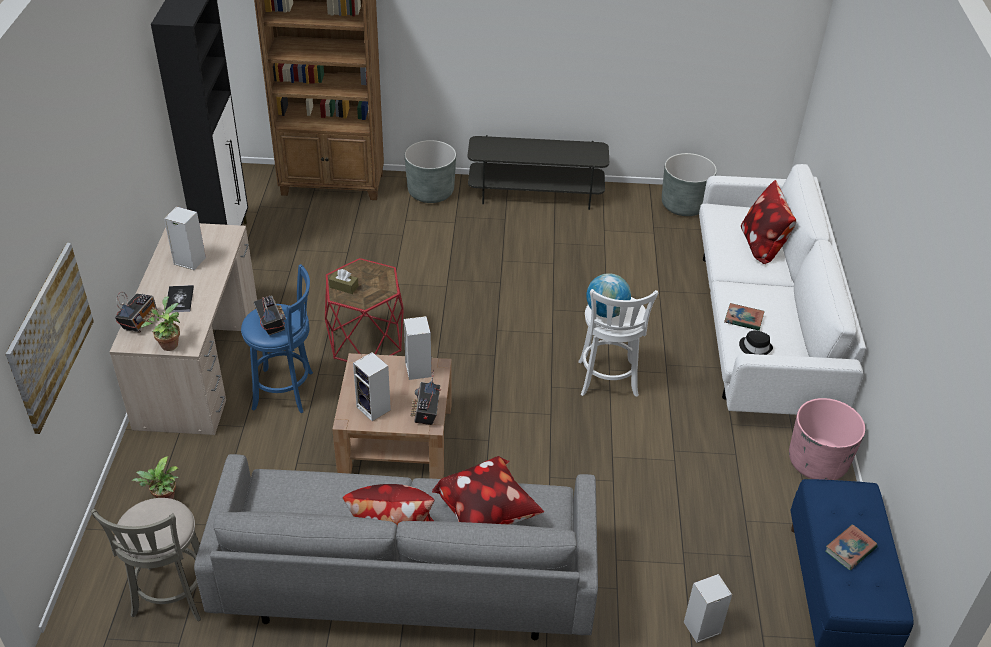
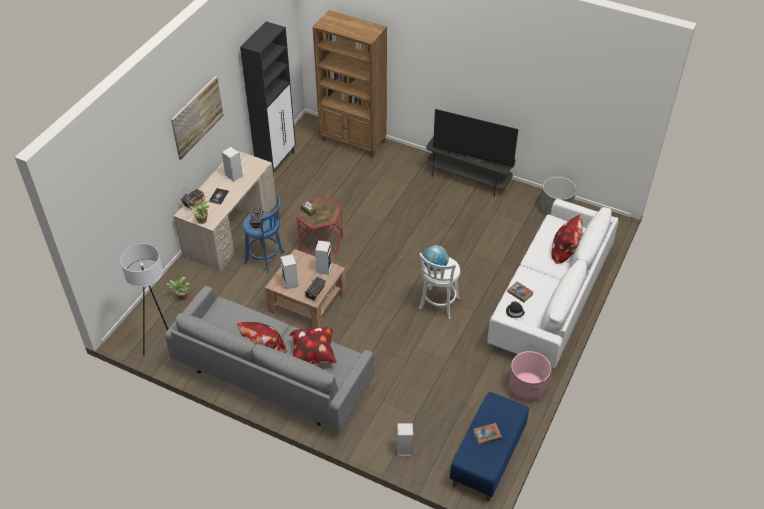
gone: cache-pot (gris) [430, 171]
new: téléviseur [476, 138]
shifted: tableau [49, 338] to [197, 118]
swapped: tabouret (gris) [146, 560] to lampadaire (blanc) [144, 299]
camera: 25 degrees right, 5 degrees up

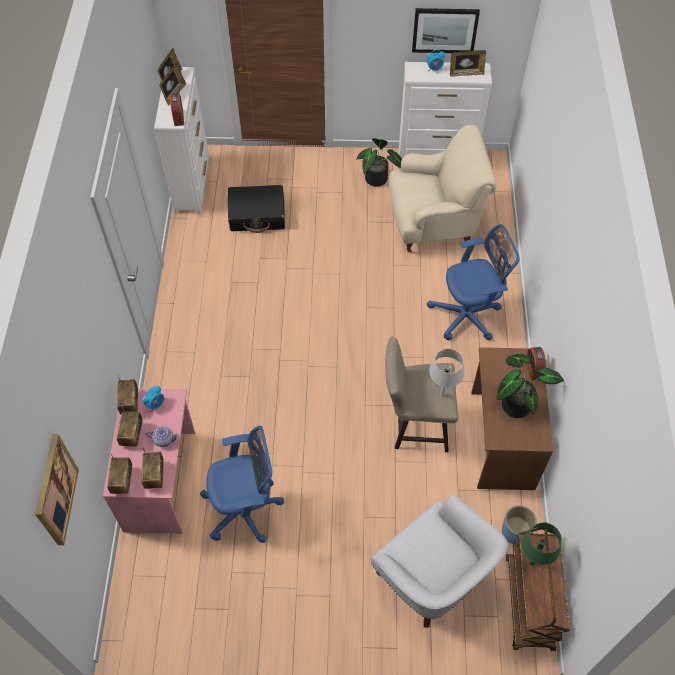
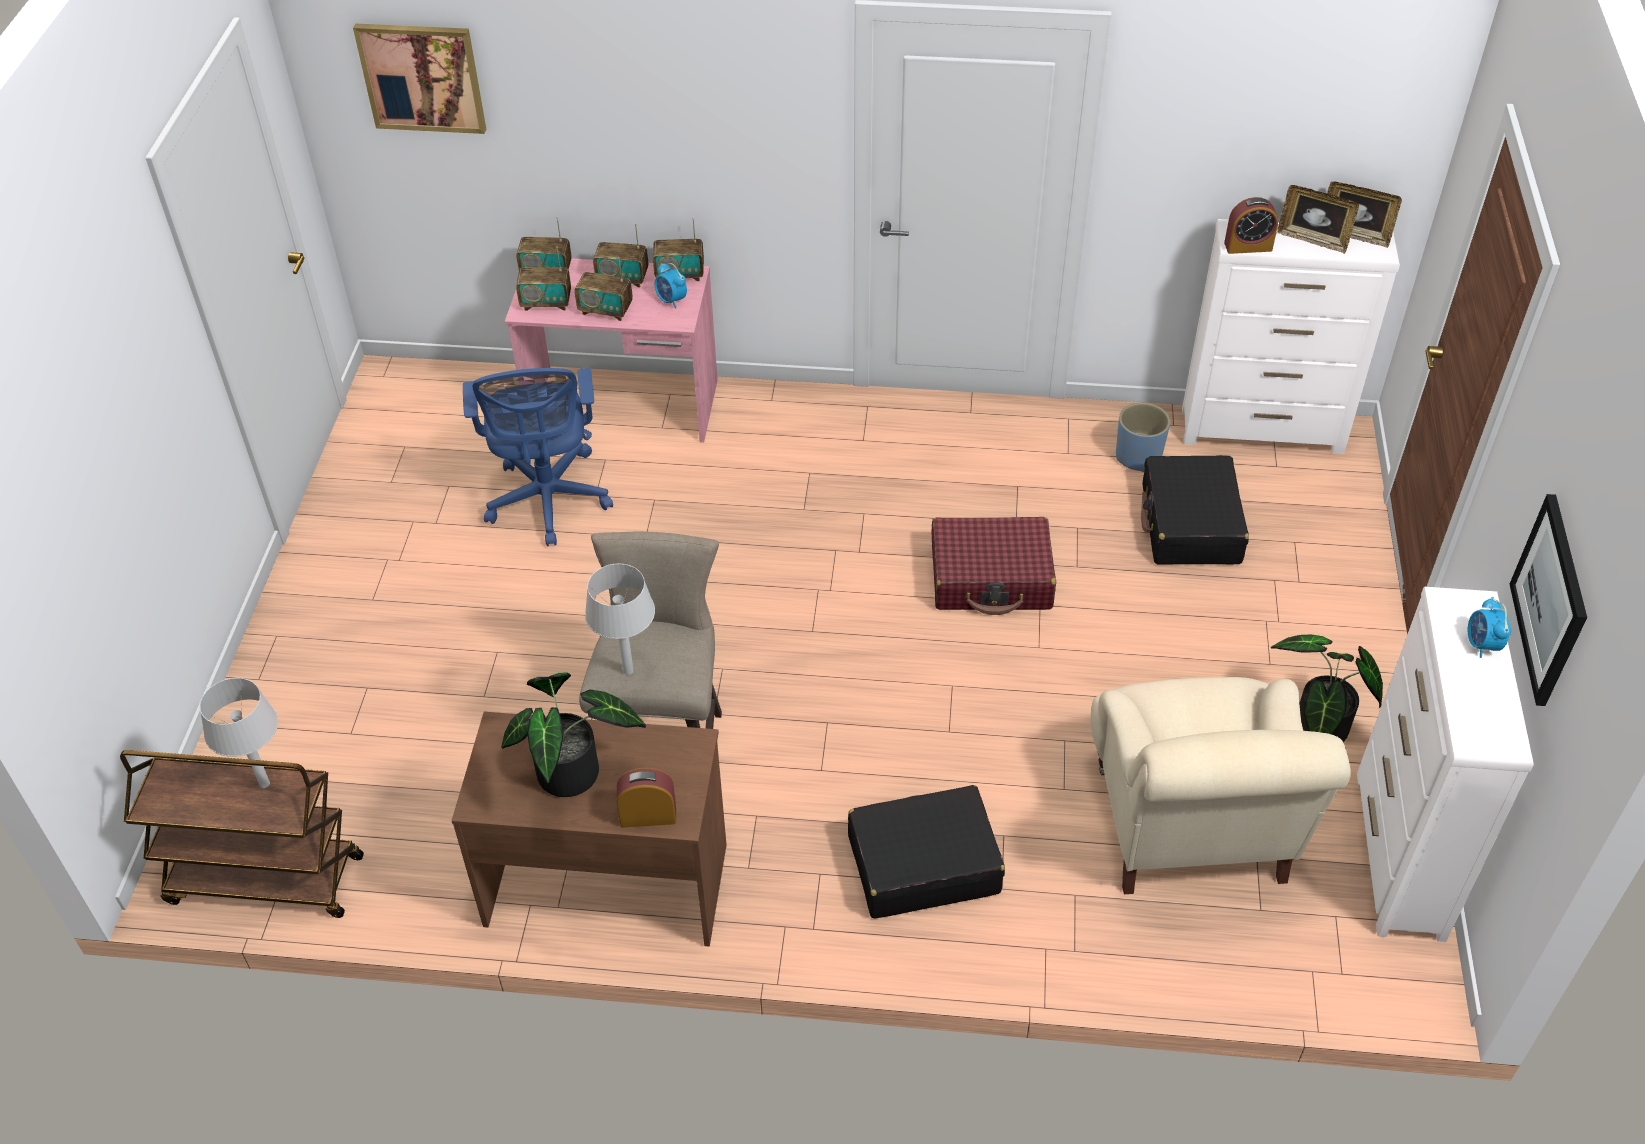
gone: fauteuil (blanc) [439, 560]; cadre photo [468, 63]
new: valise (rouge) [994, 566]
shifted: cache-pot (bleu) [519, 524] to [1143, 437]
swapped: théière [162, 436] to radio [603, 289]; chaise de bureau (bleu) [473, 282] to valise (noir) [926, 852]
repainted: lampe de table (vert) [542, 544] to lampe de table (gris) [239, 733]
camera: 95 degrees right, 10 degrees down

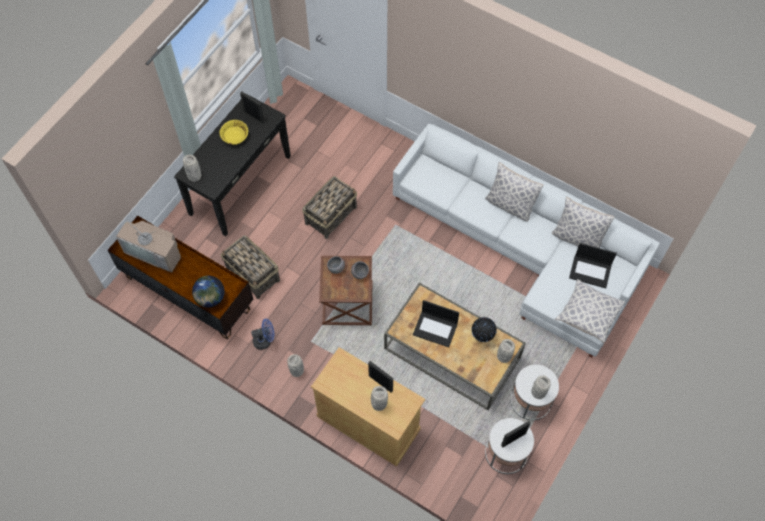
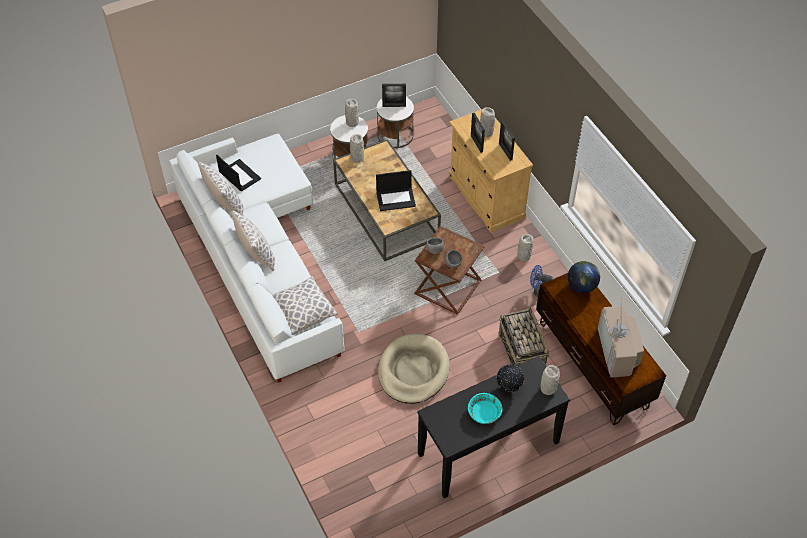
shifted: cadre photo [252, 107] to [507, 141]; globe [484, 329] to [510, 378]; coussin [590, 311] to [305, 305]
swapped: panier [329, 207] to panier pour chien (beige) [414, 369]
repainted: bol (jaune) [233, 132] to bol (turquoise) [485, 408]
rotated: téléviseur [148, 244] = [621, 342] 150 degrees counterclockwise; ordinateur portable [436, 323] = [396, 190] 120 degrees clockwise
camera: 150 degrees left, 10 degrees down

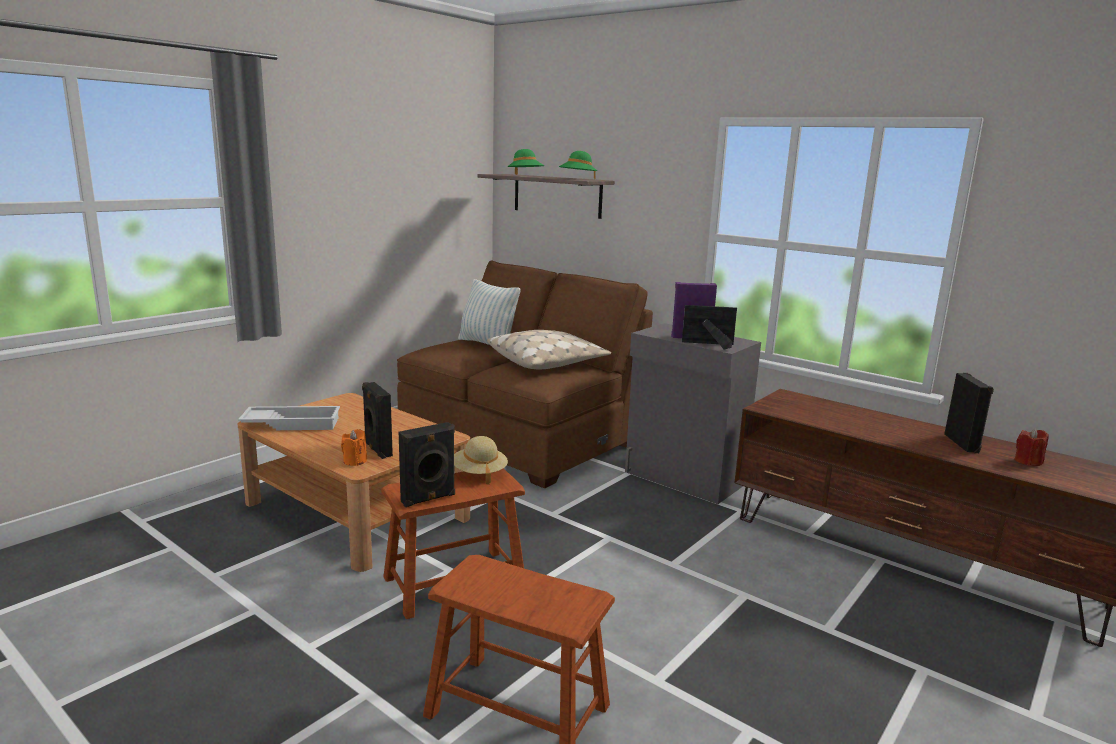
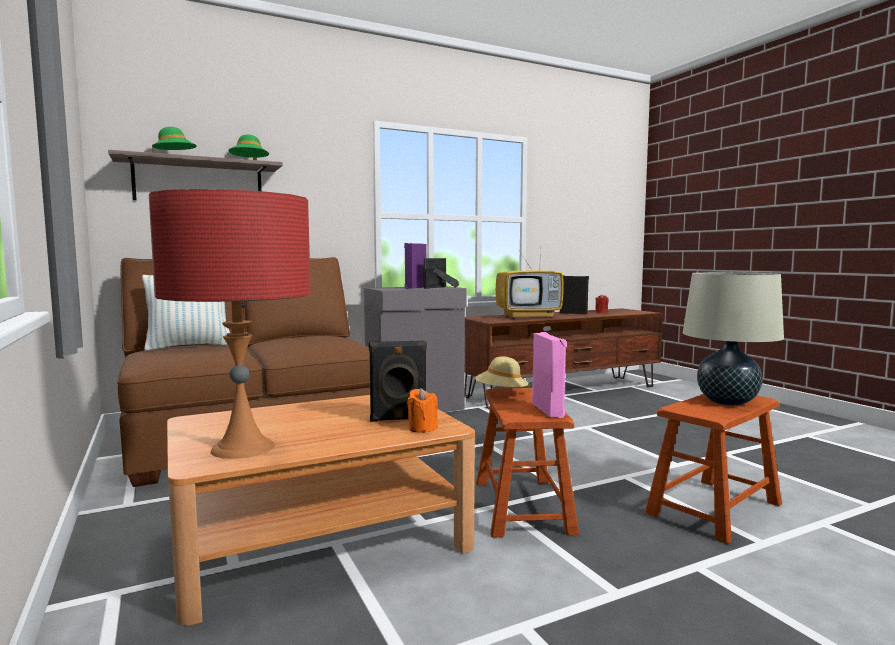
gone: coussin (beige) [549, 350]
new: téléviseur [530, 280]; lampe de table (beige) [733, 339]
swapped: plateau (blanc) [289, 418] to lampe de table (rouge) [230, 324]
repainted: enceinte (noir) [427, 464] to enceinte (rose) [549, 375]
camera: 65 degrees left, 10 degrees down

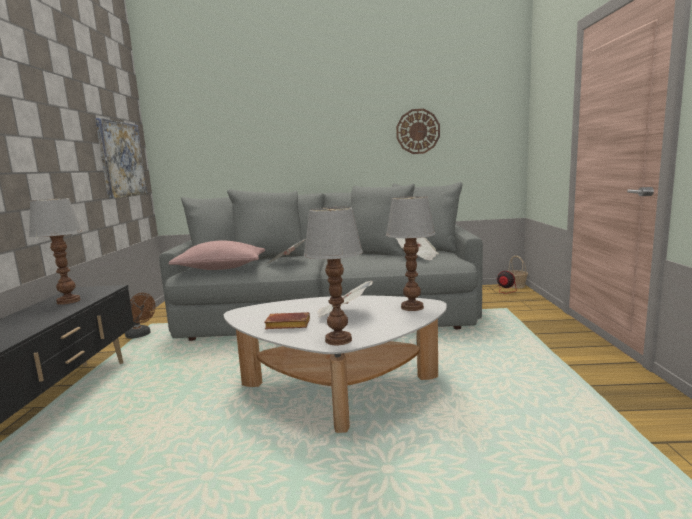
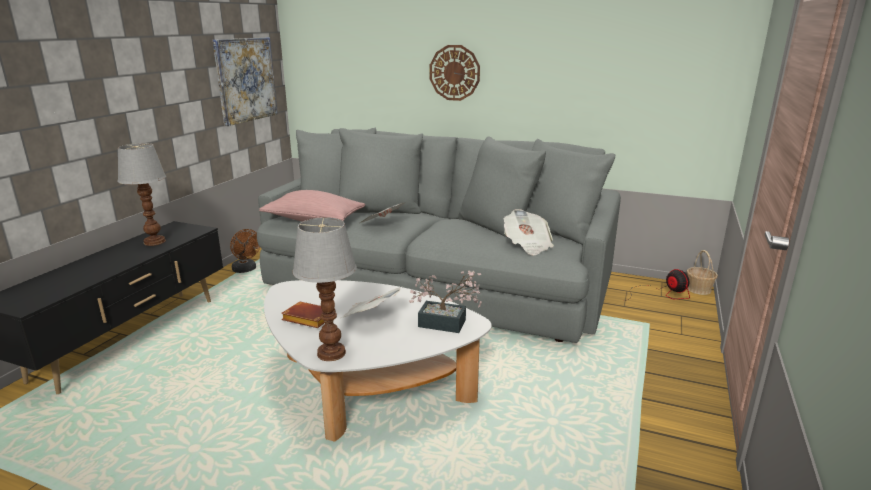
shifted: horloge murale [418, 131] to [455, 73]
swapped: lampe de table [410, 253] to plante en pot [445, 302]
camera: 20 degrees right, 10 degrees up

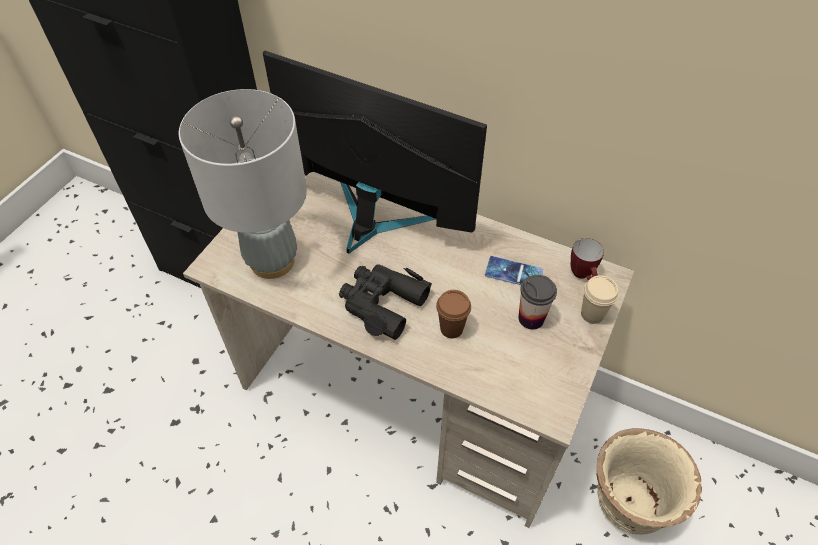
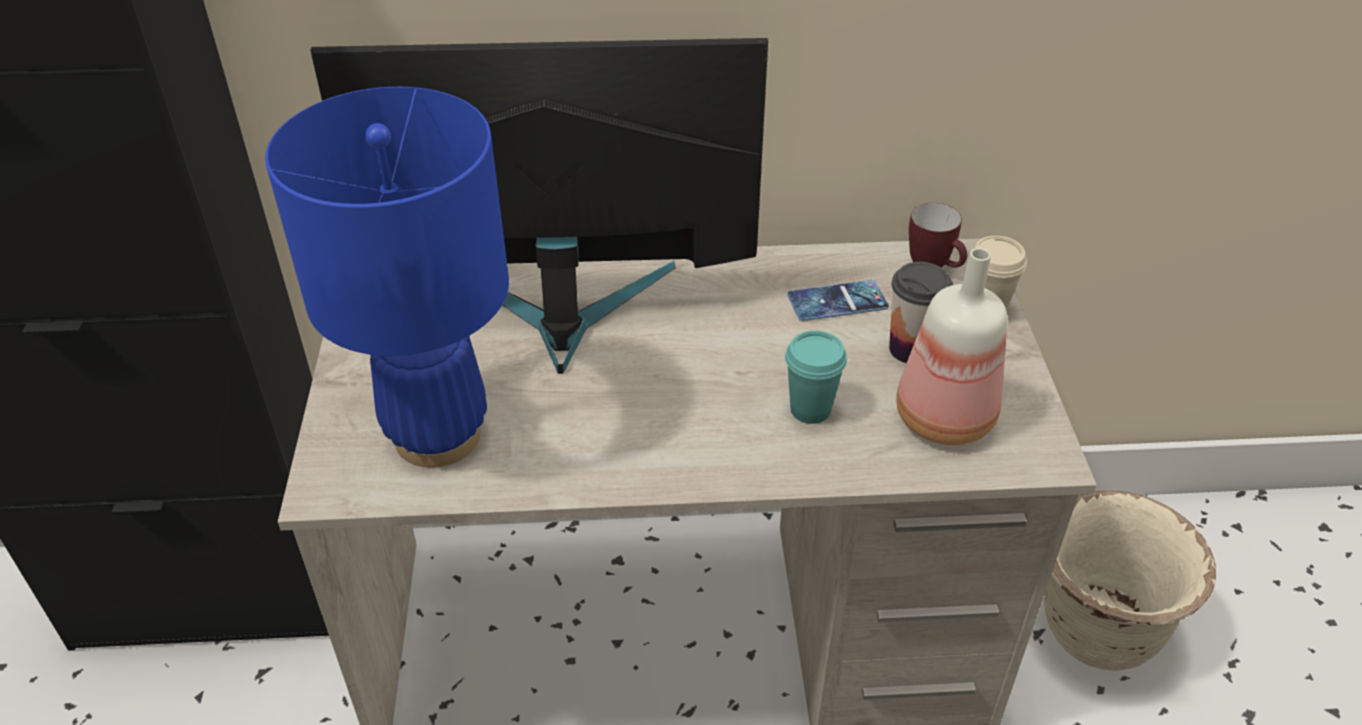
gone: jumelles (noir) [385, 302]
new: bouteille [951, 346]
repainted: lampe de table (gris) [243, 184] to lampe de table (bleu) [387, 277]; tasse (marron) [453, 314] to tasse (turquoise) [816, 377]
camera: 30 degrees left, 10 degrees down

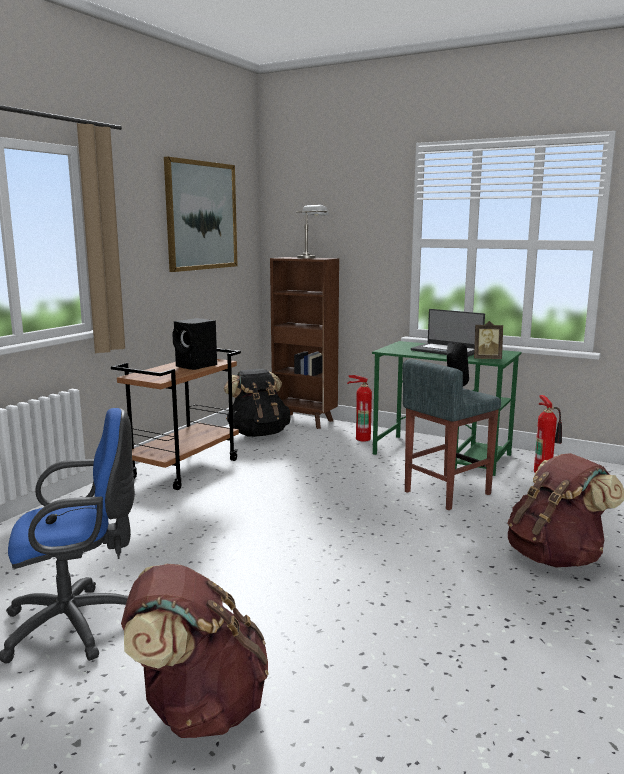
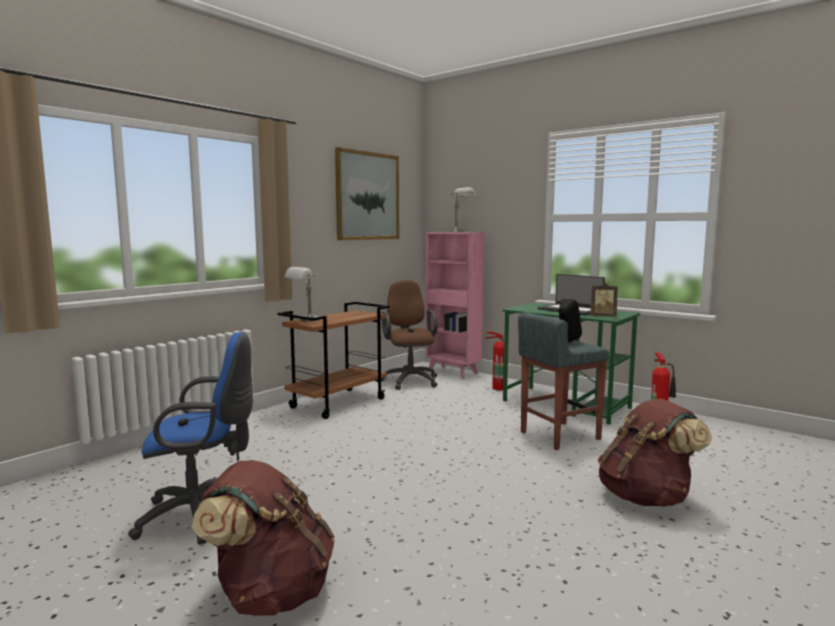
gone: enceinte (noir) [194, 344]
new: lampe de table (gris) [302, 294]
swapped: sac à dos (noir) [257, 403] to chaise de bureau (marron) [409, 335]
repainted: bibliothèque (marron) [304, 343] to bibliothèque (rose) [455, 305]
camera: 10 degrees right, 5 degrees down

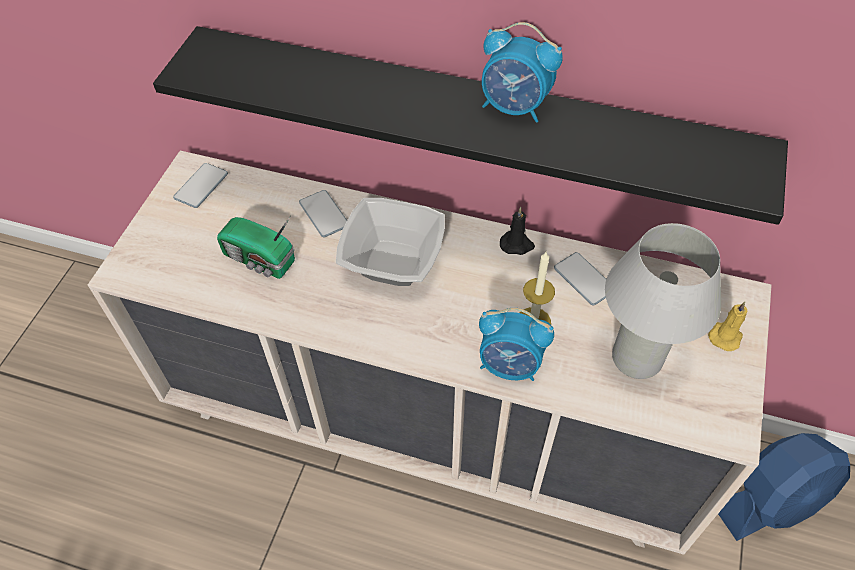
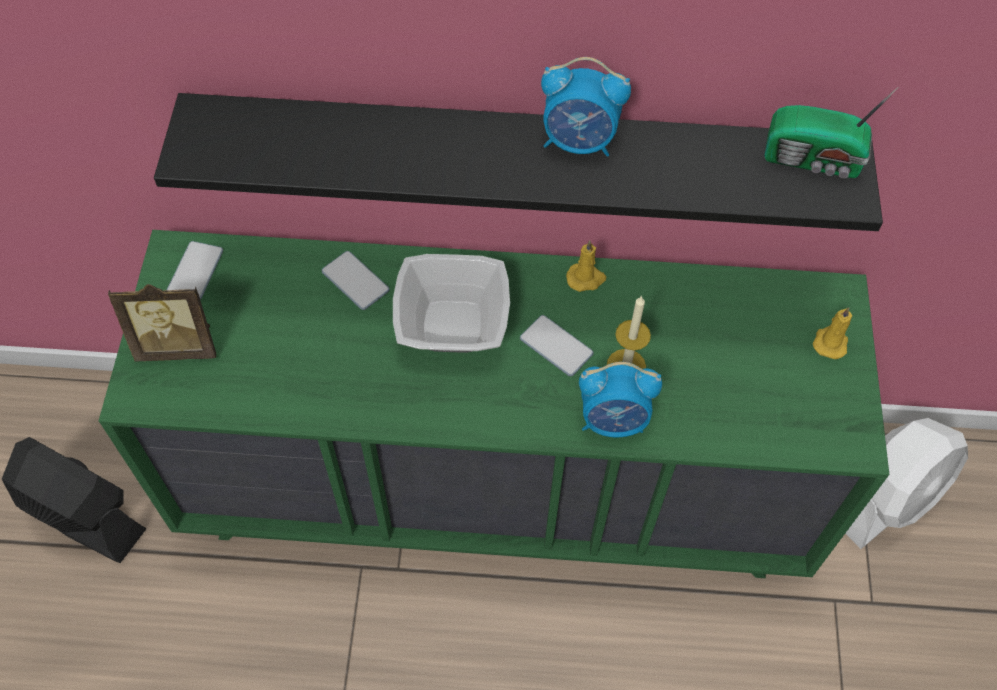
gone: lampe de table (blanc) [663, 301]
new: ventilateur (noir) [74, 500]; cadre photo [162, 322]
shifted: radio [256, 247] to [831, 132]; téléphone [580, 279] to [556, 345]
repainted: commode (beige) [430, 353] to commode (vert) [494, 404]; bougie (noir) [517, 231] to bougie (jaune) [586, 266]; ventilateur (bleu) [784, 487] to ventilateur (blanc) [906, 483]
camera: 15 degrees left, 5 degrees up

